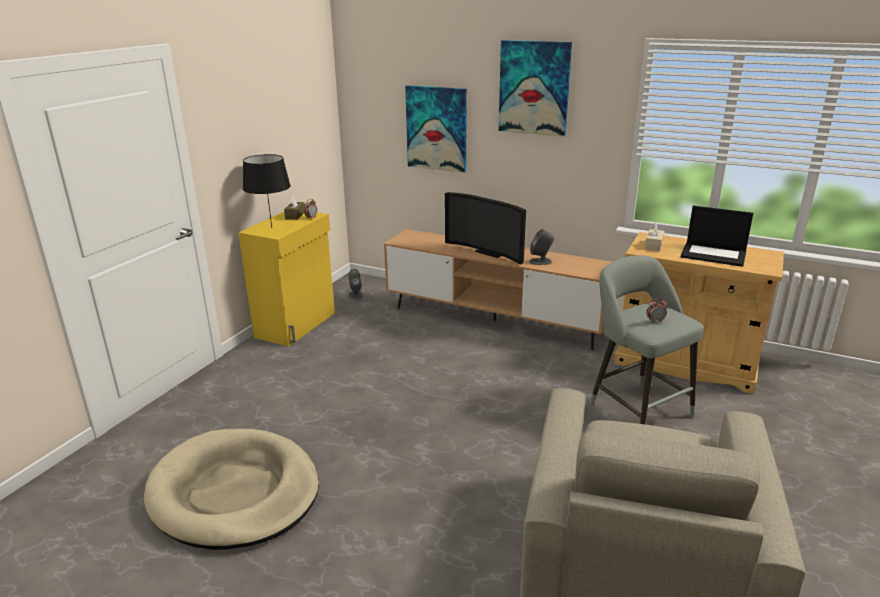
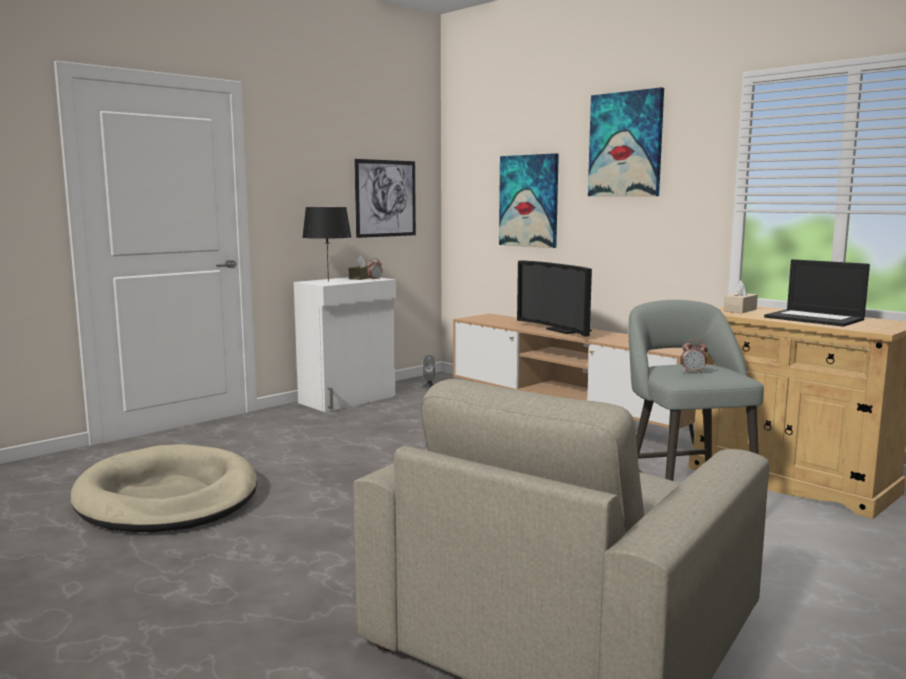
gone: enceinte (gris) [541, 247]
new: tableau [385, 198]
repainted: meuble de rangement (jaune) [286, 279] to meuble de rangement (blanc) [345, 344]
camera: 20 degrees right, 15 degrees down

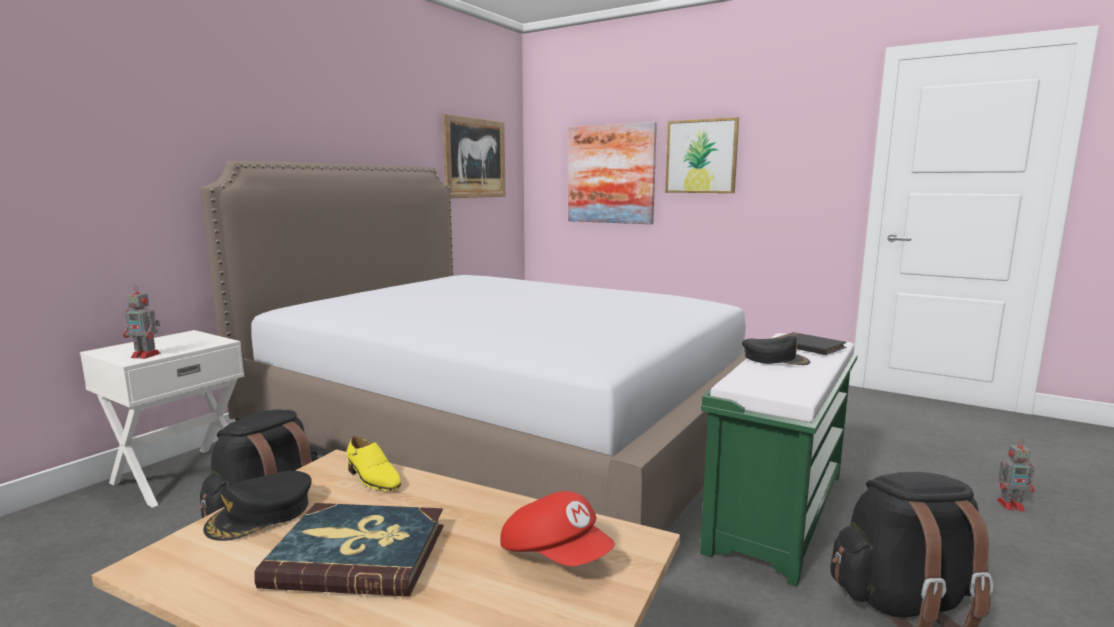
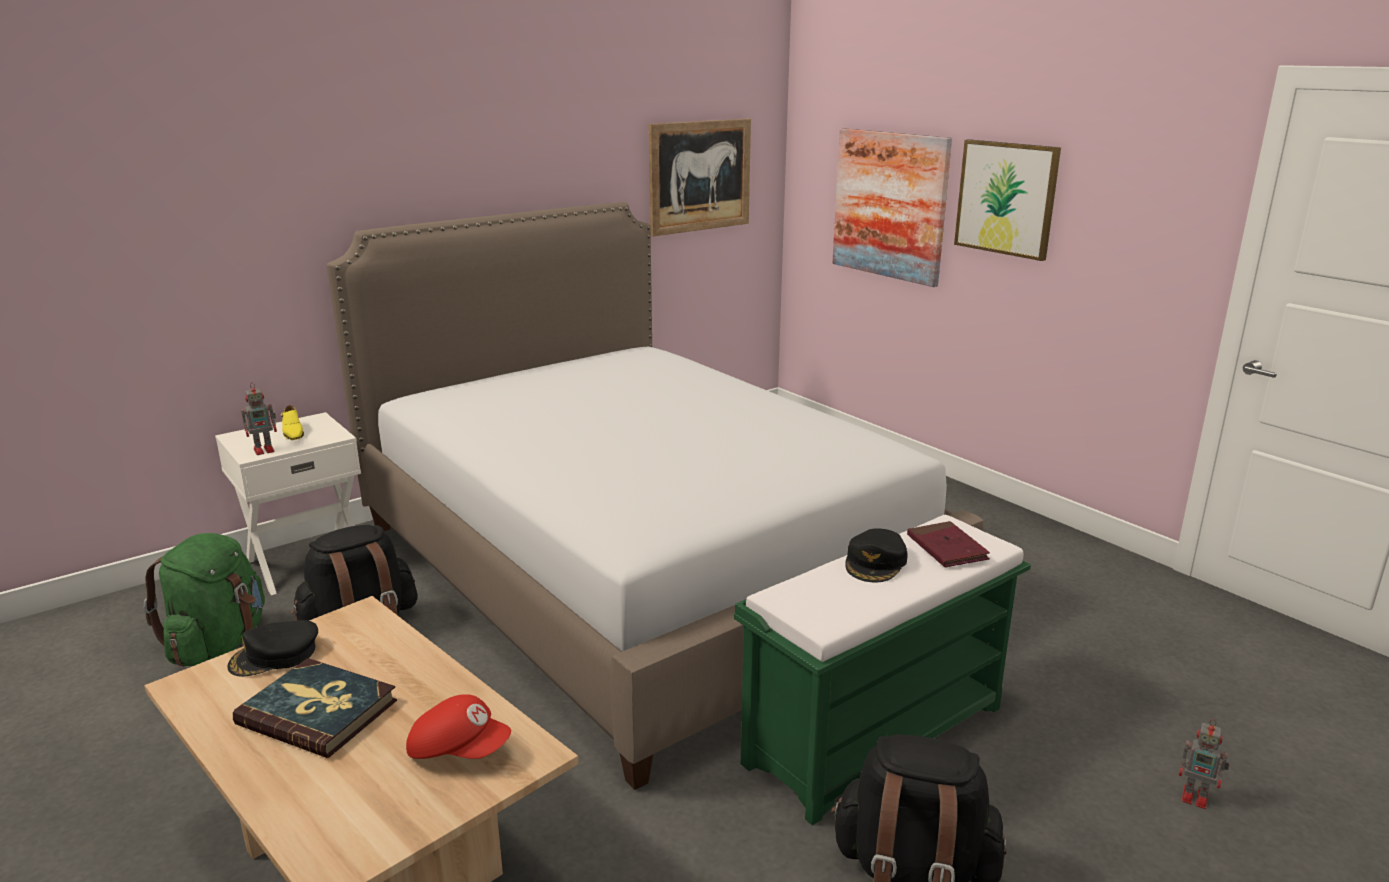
new: sac à dos (vert) [204, 600]
shifted: chaussure (jaune) [374, 463] to [292, 422]
repainted: livre (noir) [811, 343] to livre (rouge) [948, 544]
rotated: robot jouet [142, 322] = [259, 419] 60 degrees counterclockwise; casquette (rouge) [557, 528] = [458, 726] 45 degrees counterclockwise; casquette (noir) [776, 350] = [876, 555] 75 degrees clockwise
camera: 20 degrees right, 10 degrees up

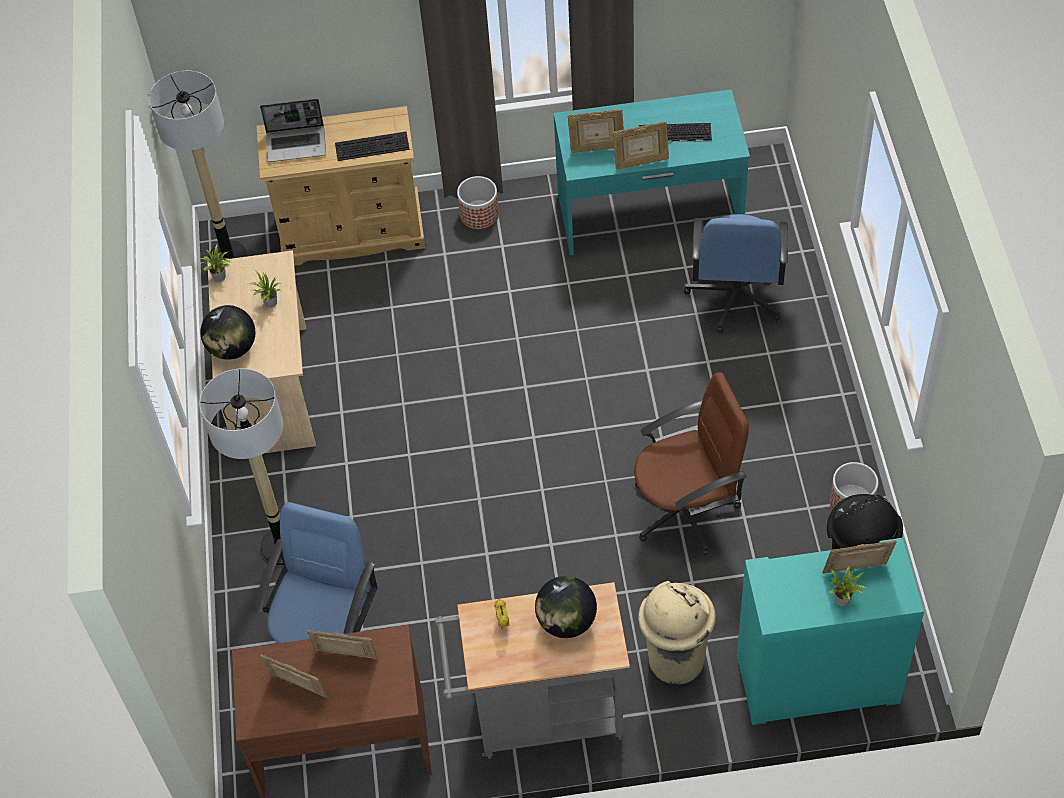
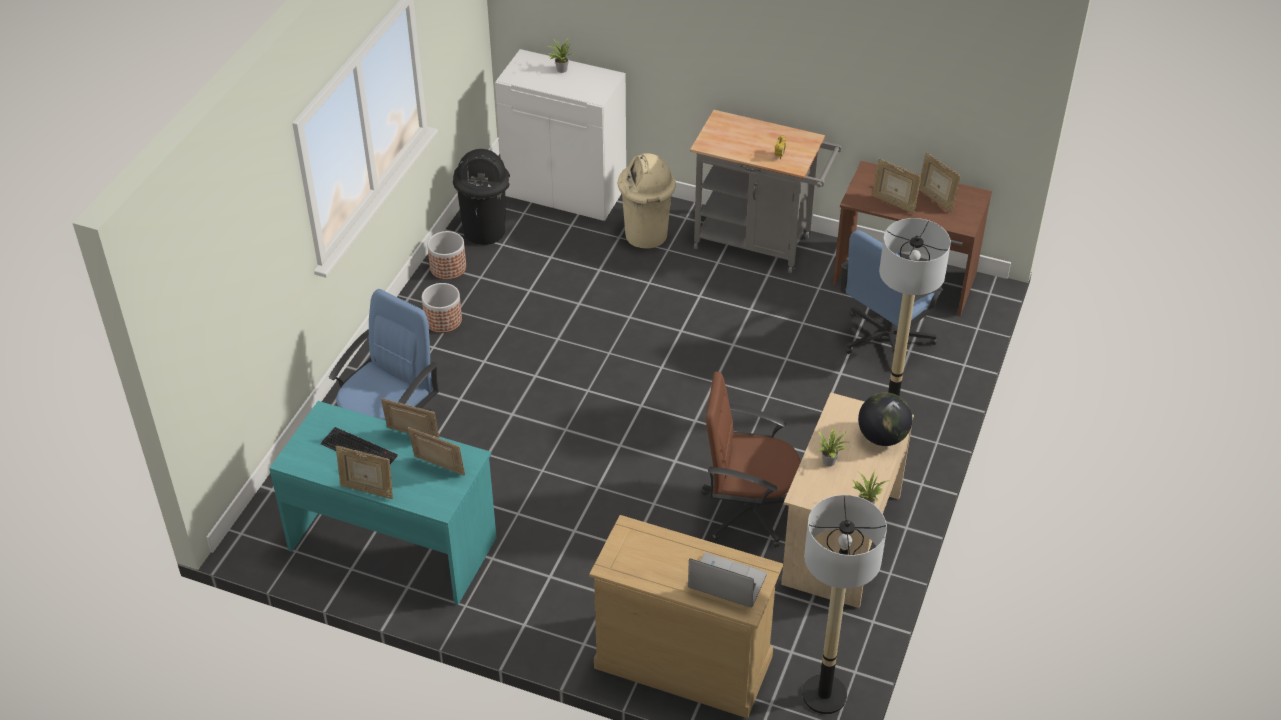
gone: clavier [372, 146]; globe [566, 607]
shifted: cache-pot [478, 202] to [442, 308]; chaise de bureau (marron) [691, 463] to [751, 460]; cadre photo [859, 556] to [364, 472]
repainted: meuble de rangement (turquoise) [830, 631] to meuble de rangement (blanc) [560, 135]
camera: 155 degrees left, 10 degrees down

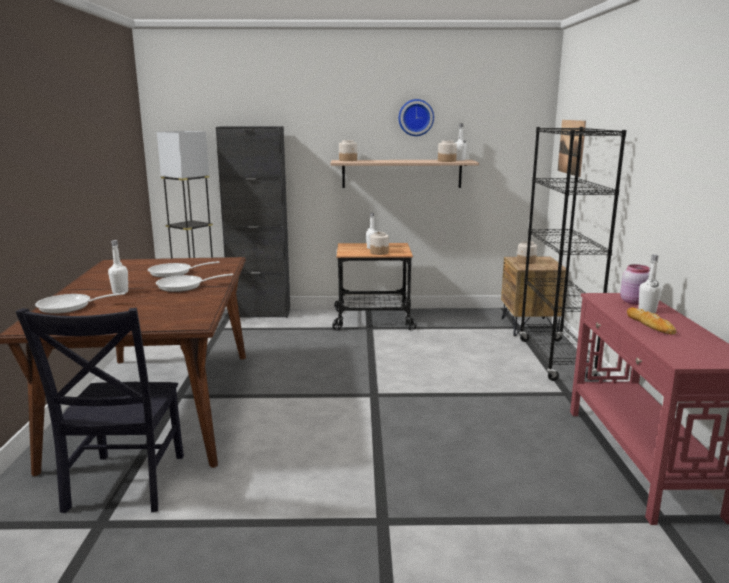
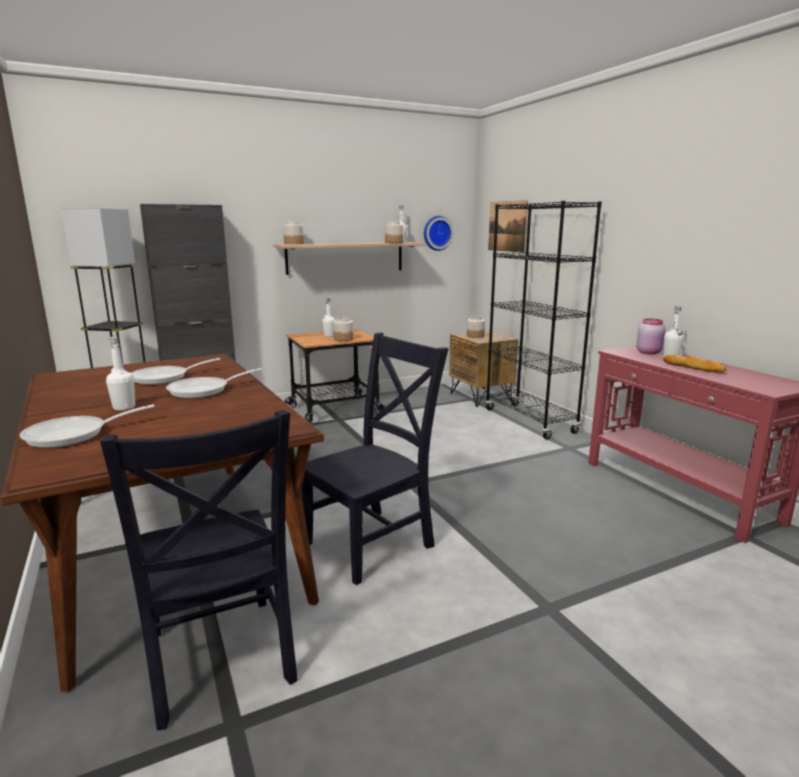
new: chaise (noir) [375, 458]
shifted: horloge murale [416, 117] to [438, 233]
camera: 25 degrees left, 0 degrees up

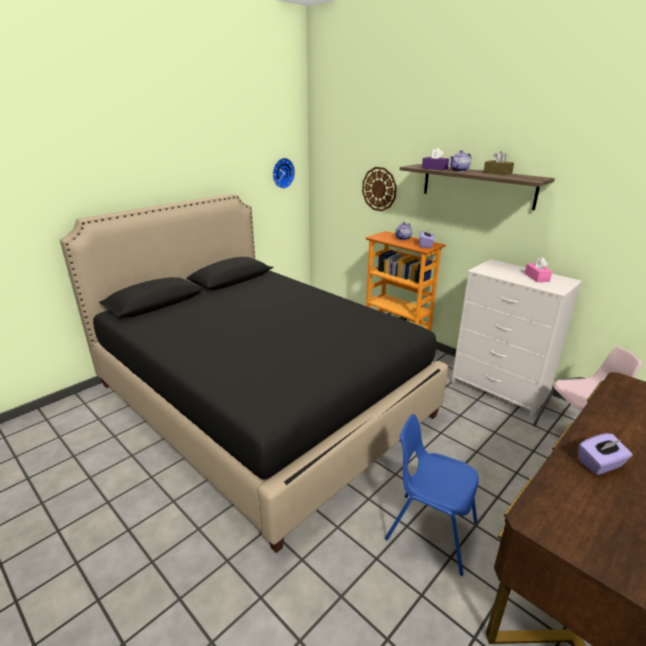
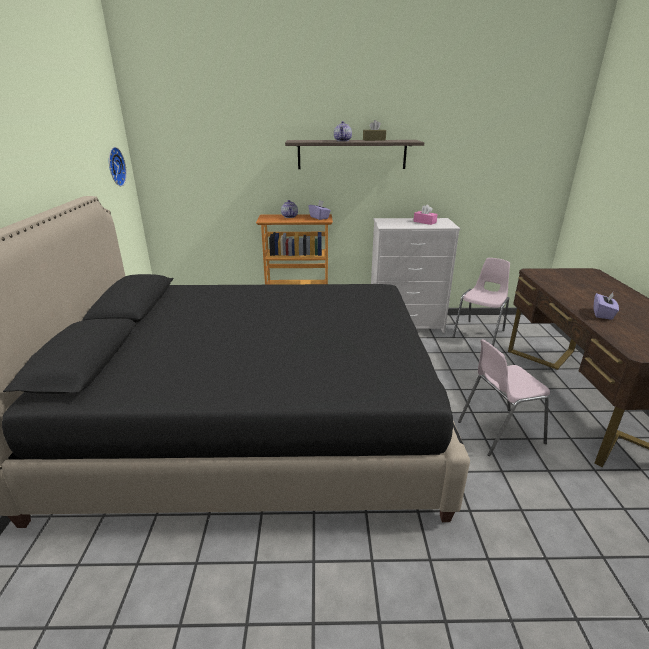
gone: horloge murale [379, 189]; boîte à mouchoirs (violet) [435, 159]
repainted: chaise (bleu) [432, 495] to chaise (rose) [504, 397]
camera: 45 degrees left, 0 degrees up

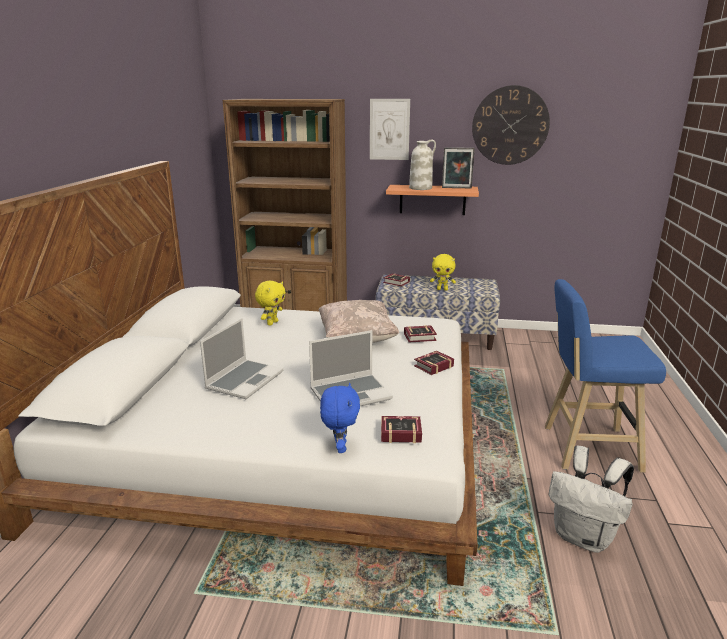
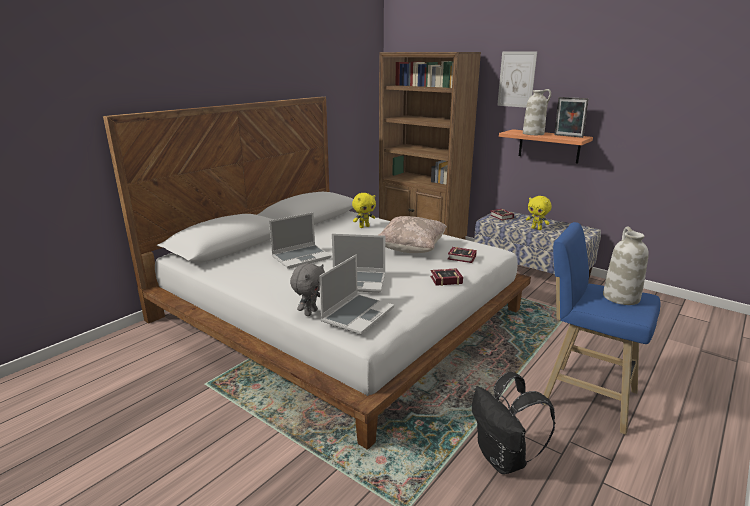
gone: horloge murale [511, 125]
new: vase (blanc) [626, 266]
swapped: livre [401, 429] to ordinateur portable [356, 294]
repainted: peluche (bleu) [340, 418] to peluche (gris) [307, 289]; sac à dos (blanc) [591, 499] to sac à dos (noir) [513, 423]
camera: 30 degrees right, 0 degrees up

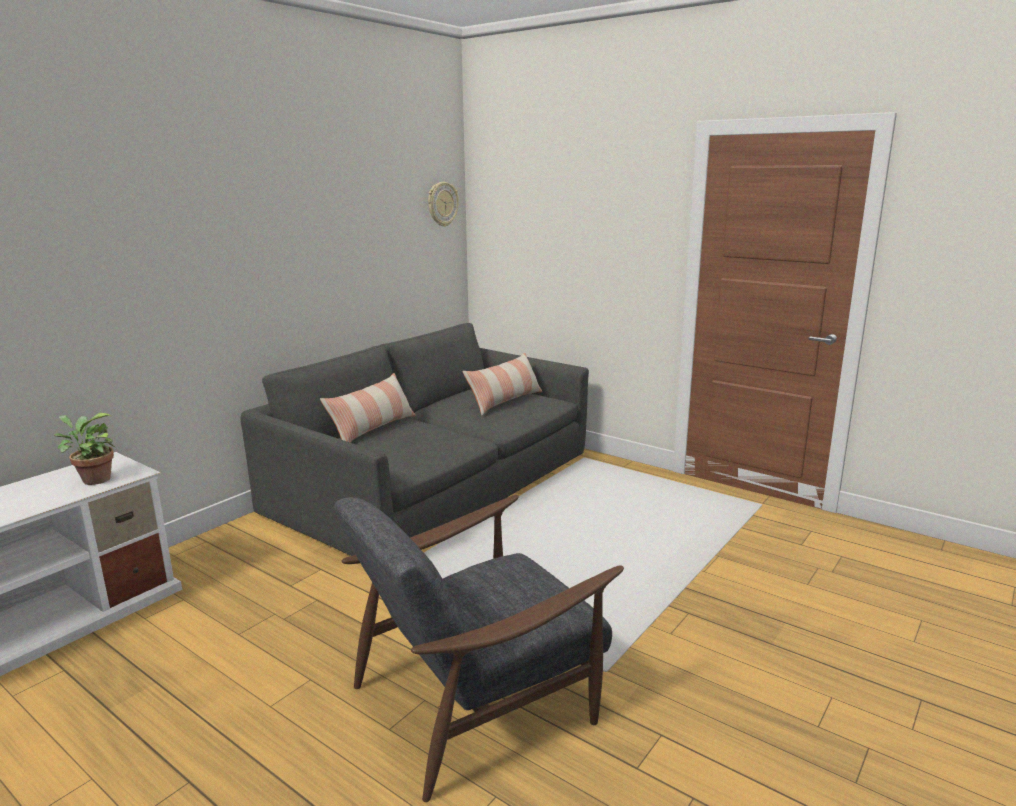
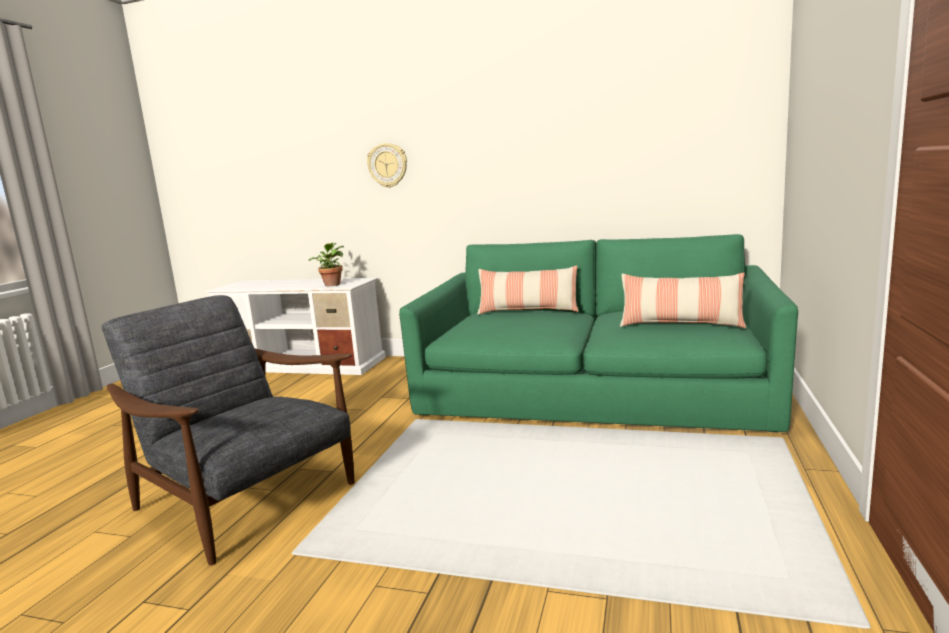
shifted: horloge murale [443, 204] to [387, 165]
repainted: canapé (gris) [414, 439] to canapé (vert) [598, 333]
camera: 70 degrees right, 5 degrees down

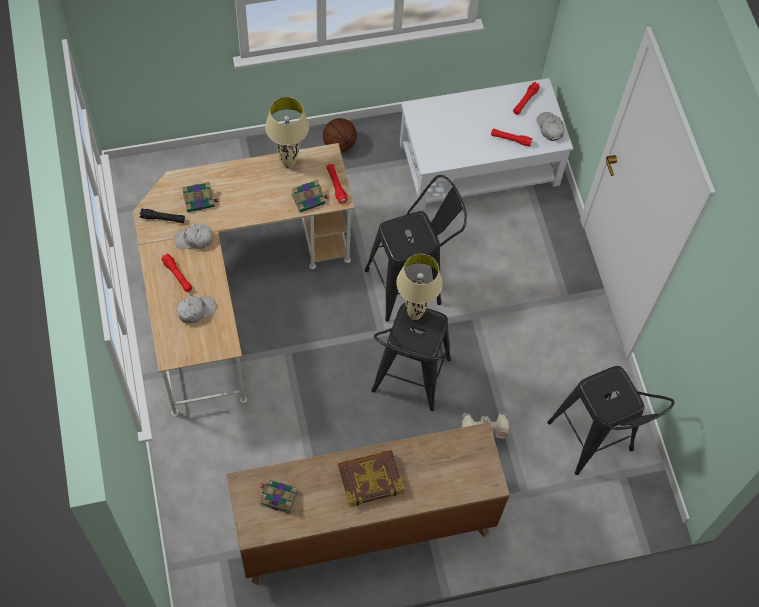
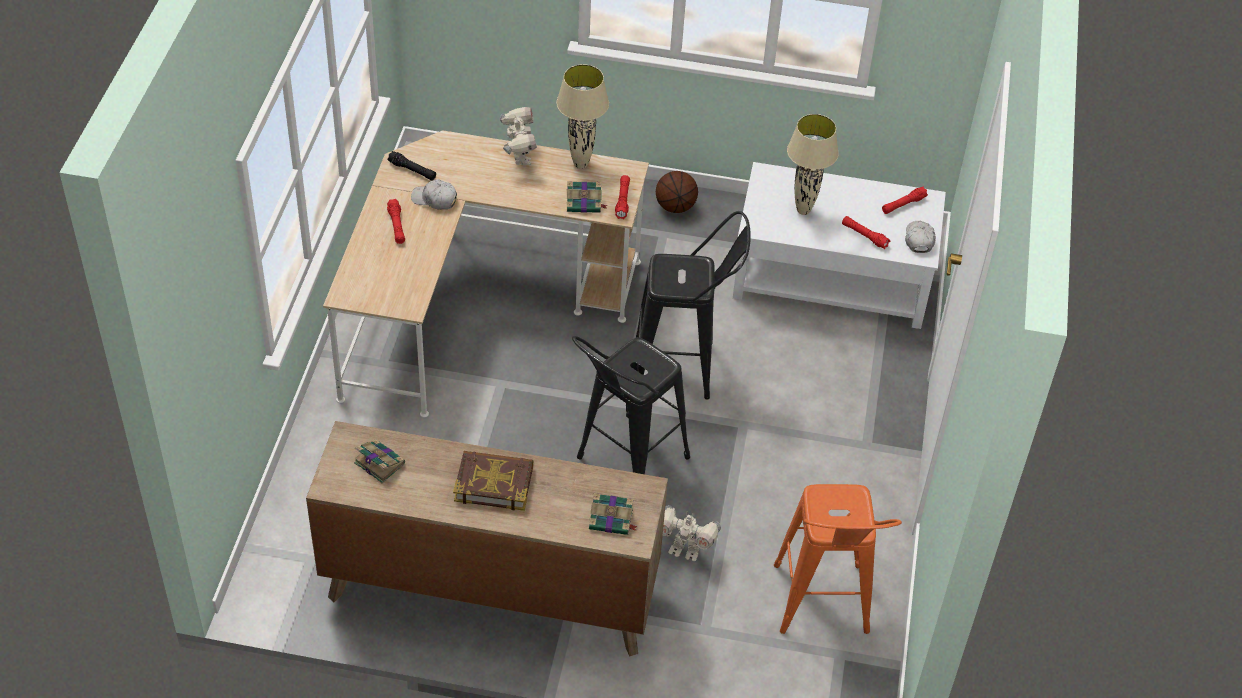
gone: casquette (blanc) [196, 309]
new: robot jouet [518, 136]
shifted: livre [200, 197] to [613, 514]; lampe de table (beige) [419, 287] to [813, 164]
repainted: tabouret (noir) [611, 420] to tabouret (orange) [838, 559]
camera: 25 degrees right, 15 degrees down

